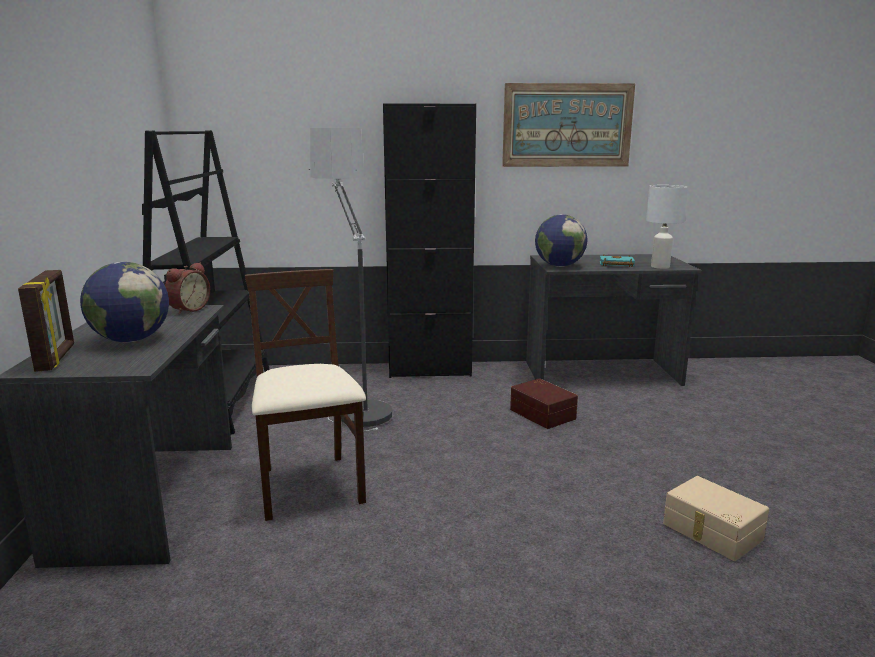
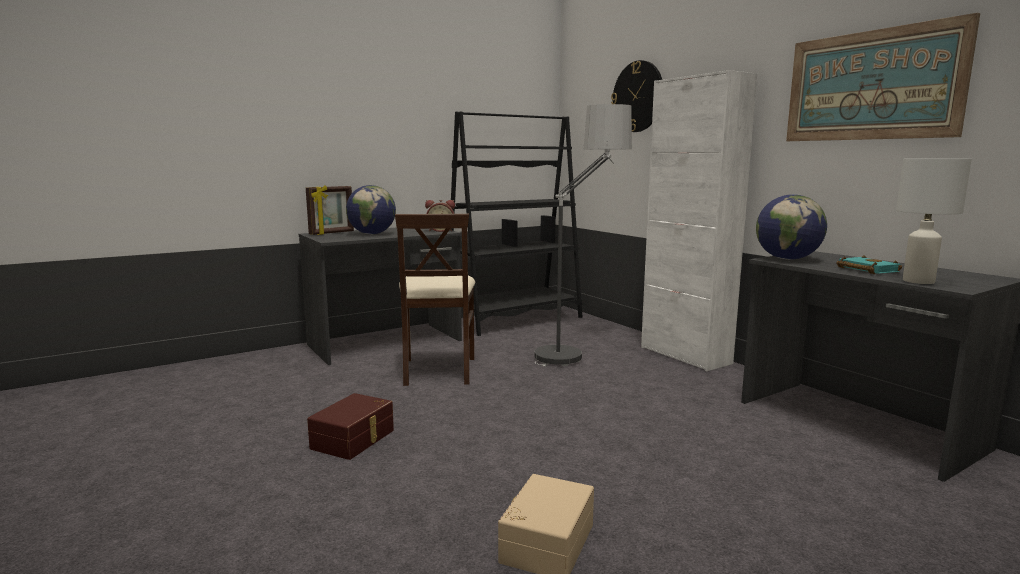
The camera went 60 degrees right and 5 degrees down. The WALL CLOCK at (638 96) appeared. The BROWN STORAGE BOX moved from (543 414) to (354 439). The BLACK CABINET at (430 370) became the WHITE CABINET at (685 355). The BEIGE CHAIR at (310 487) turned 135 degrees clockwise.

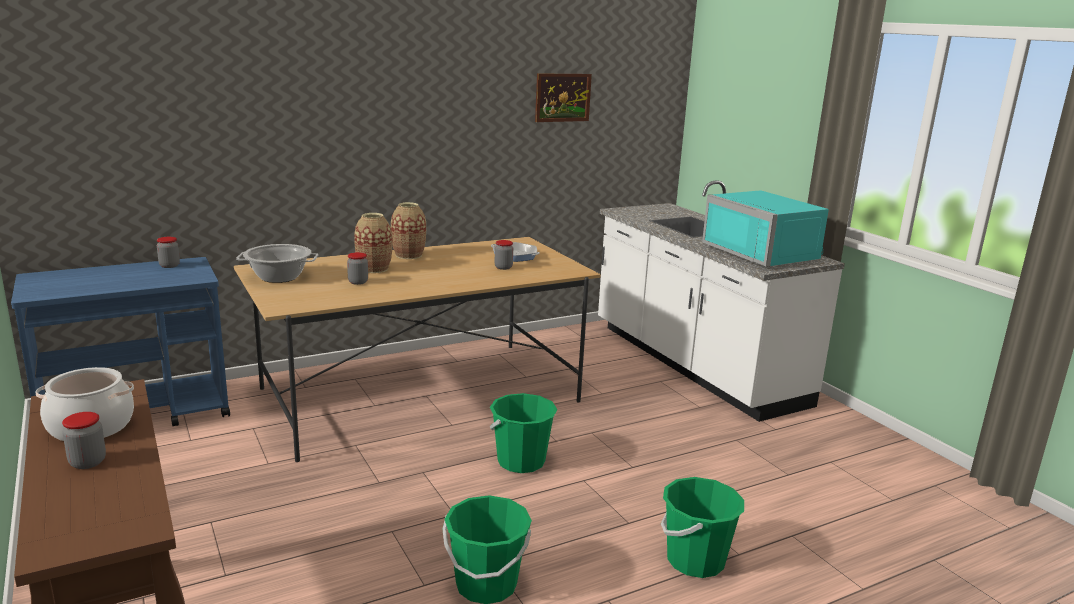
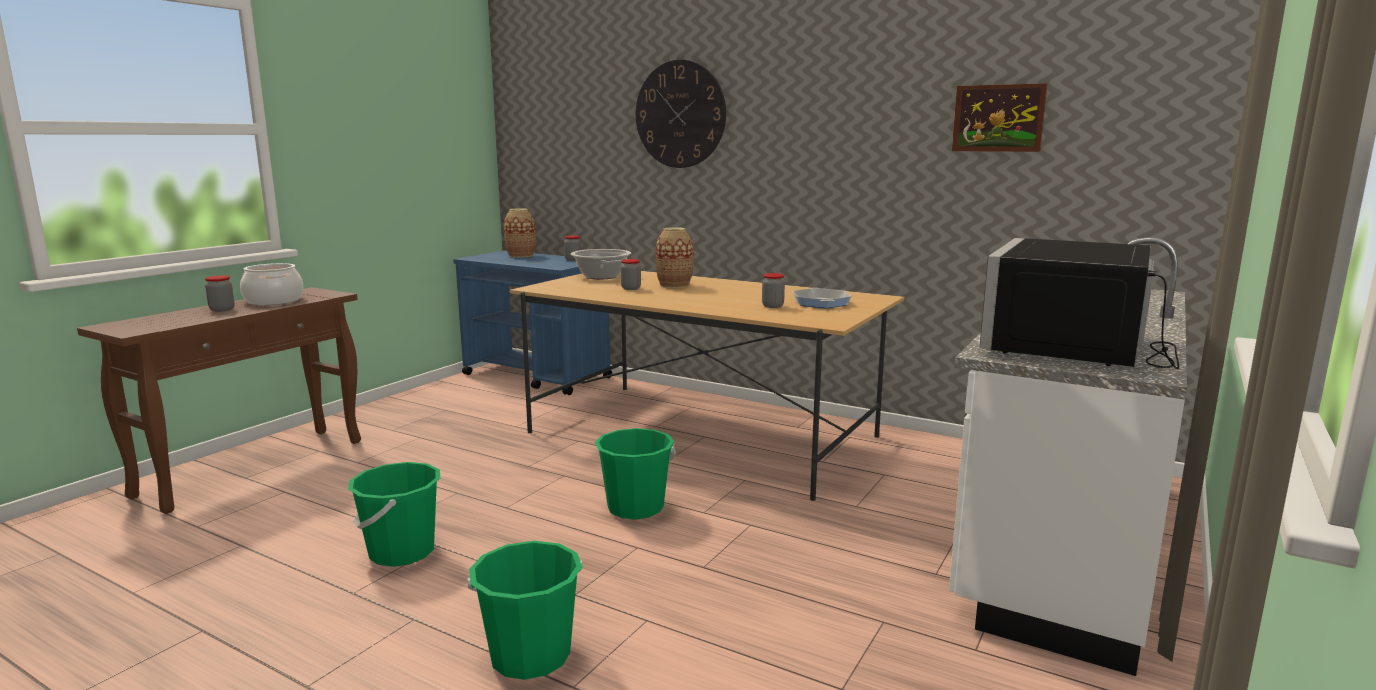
The camera went 60 degrees right and 5 degrees down. The WALL CLOCK at (680 114) appeared. The VASE moved from (408 255) to (520 255). The TURQUOISE MICROWAVE at (766 253) became the BLACK MICROWAVE at (1078 347).

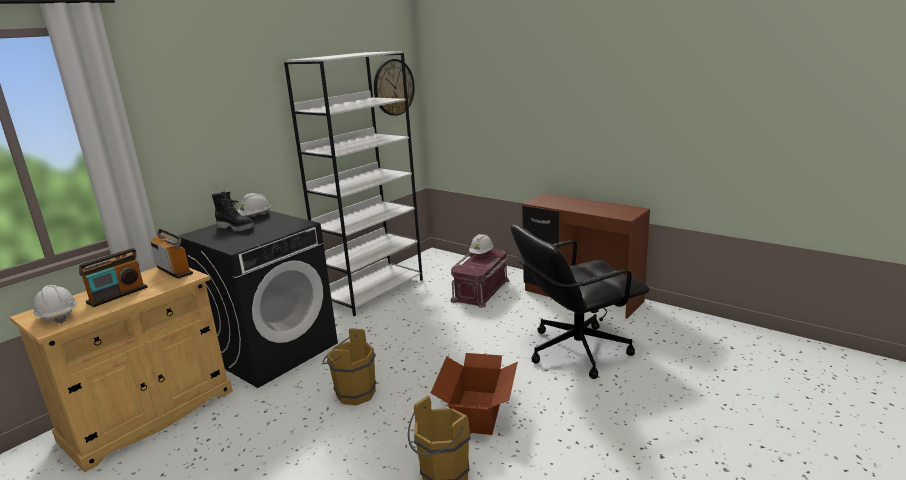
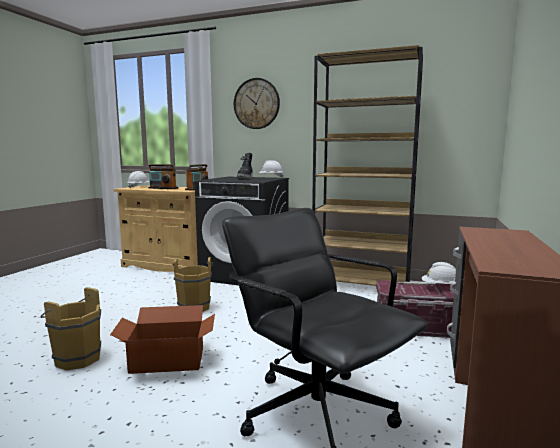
The camera went 70 degrees right and 10 degrees down. The WALL CLOCK moved from (393 87) to (256 103). The WHITE BOOKCASE at (373 291) became the BROWN BOOKCASE at (361 283).

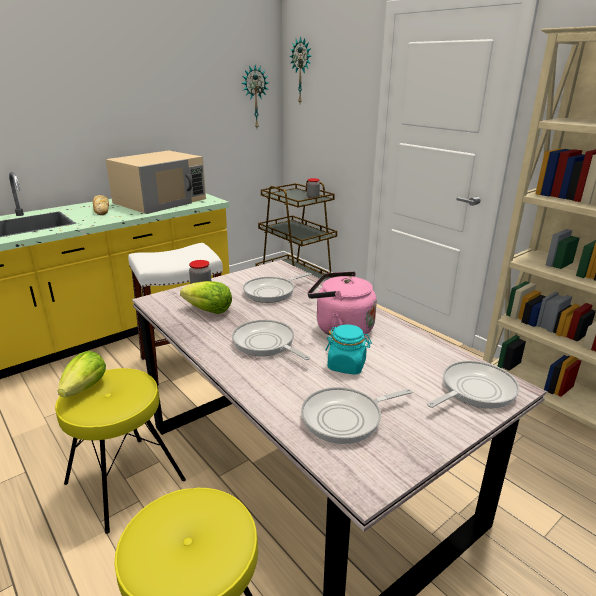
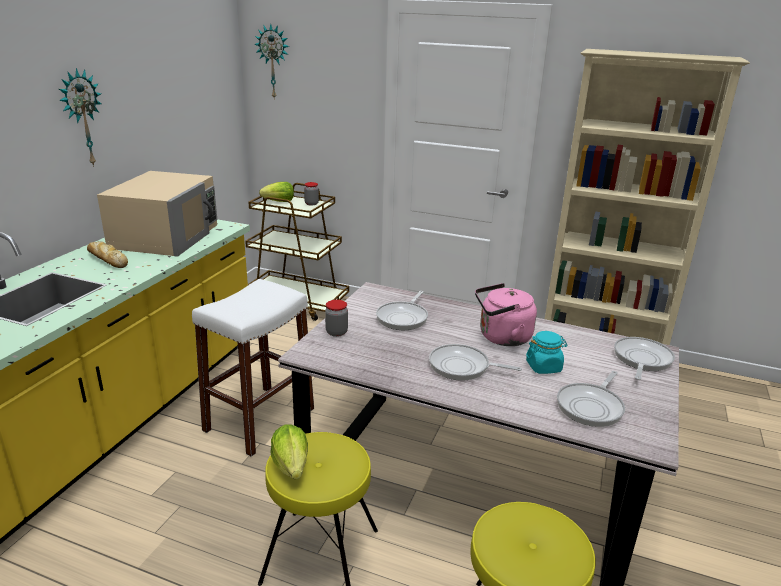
The camera went 30 degrees left and 0 degrees up. The LETTUCE moved from (209 311) to (279 202). The WALL CLOCK moved from (254 97) to (81 118).

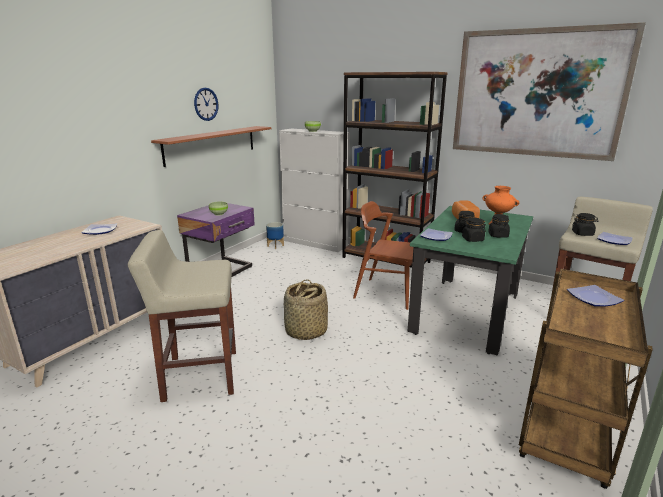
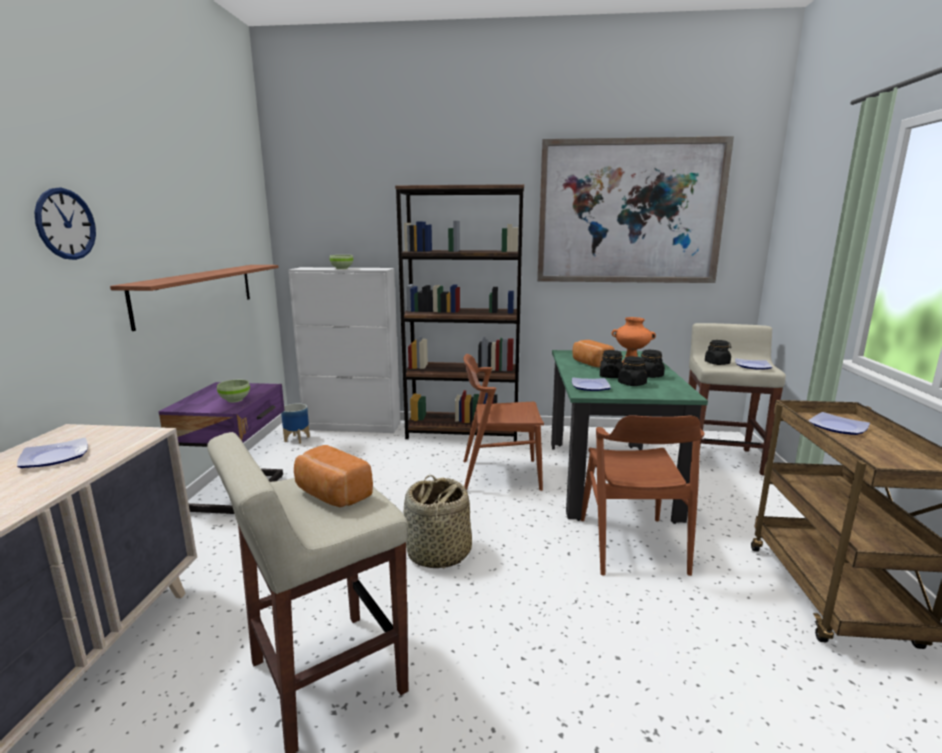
The camera went 25 degrees left and 5 degrees down. The BREAD at (331 495) appeared. The BROWN CHAIR at (631 545) appeared. The WALL CLOCK moved from (206 104) to (65 224).

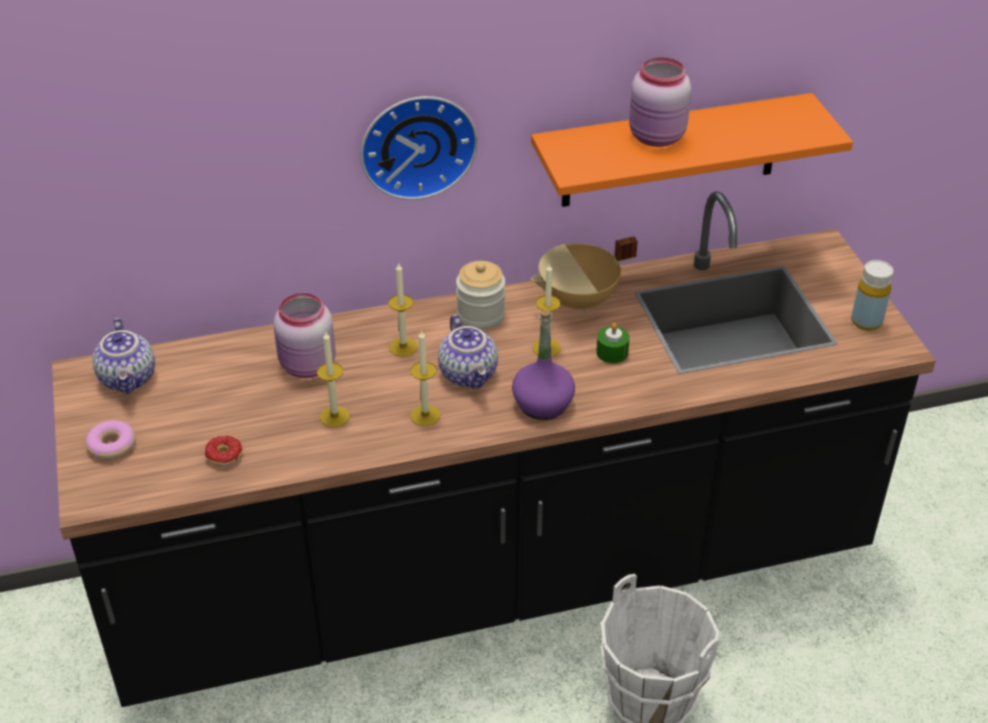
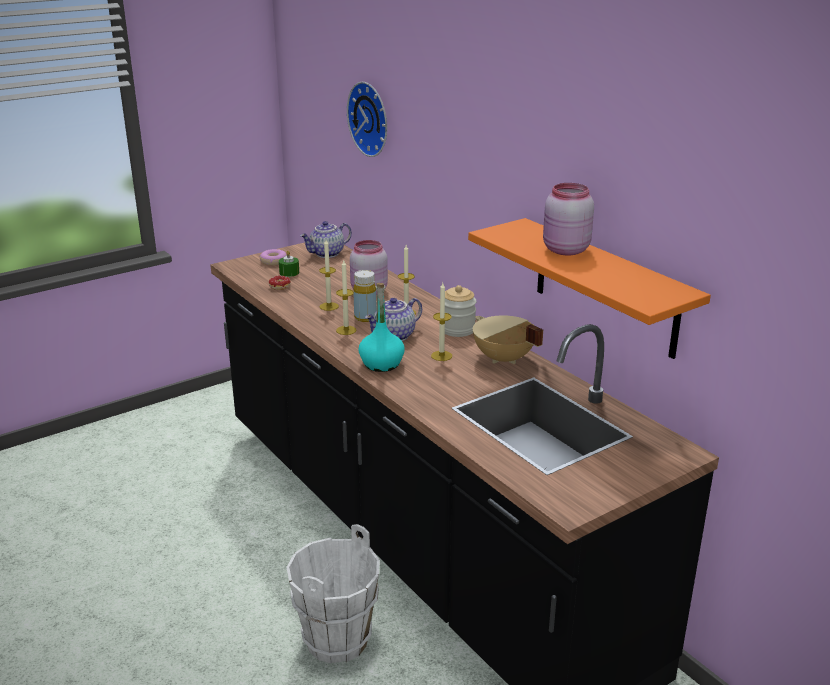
The camera went 70 degrees right and 15 degrees down. The WALL CLOCK moved from (417 143) to (372 118). The GREEN CANDLE moved from (612 352) to (289 272). The YELLOW BOTTLE moved from (866 321) to (365 317). The PURPLE BOTTLE at (542 404) became the TURQUOISE BOTTLE at (381 364).

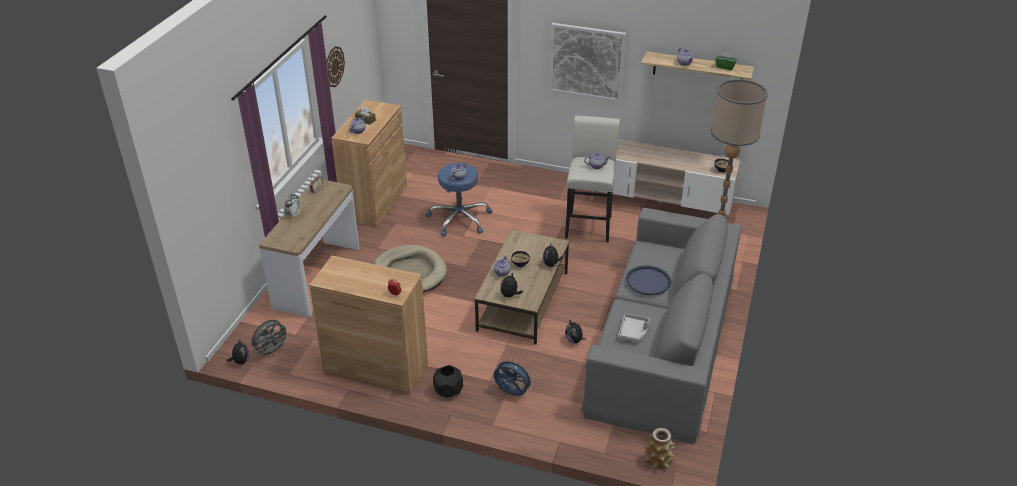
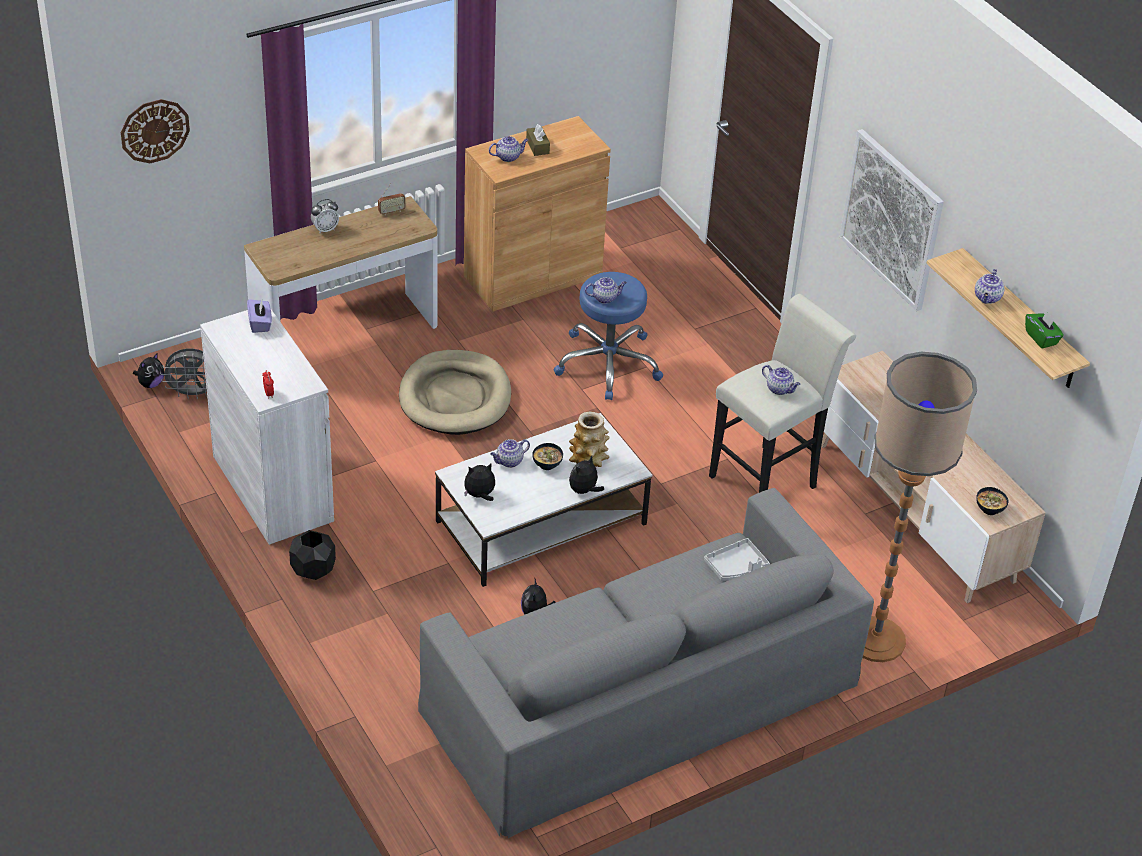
The camera went 40 degrees right and 5 degrees up. The BLUE FAN at (511 393) disappeared. The BLUE TRAY at (648 281) disappeared. The PURPLE TISSUE BOX at (260 323) appeared. The WALL CLOCK moved from (334 66) to (154 130). The GREY TRAY moved from (633 332) to (736 567). The VASE moved from (658 460) to (588 459). The BROWN CABINET at (376 368) became the WHITE CABINET at (272 488). The BROWN COFFEE TABLE at (523 301) became the WHITE COFFEE TABLE at (540 523).

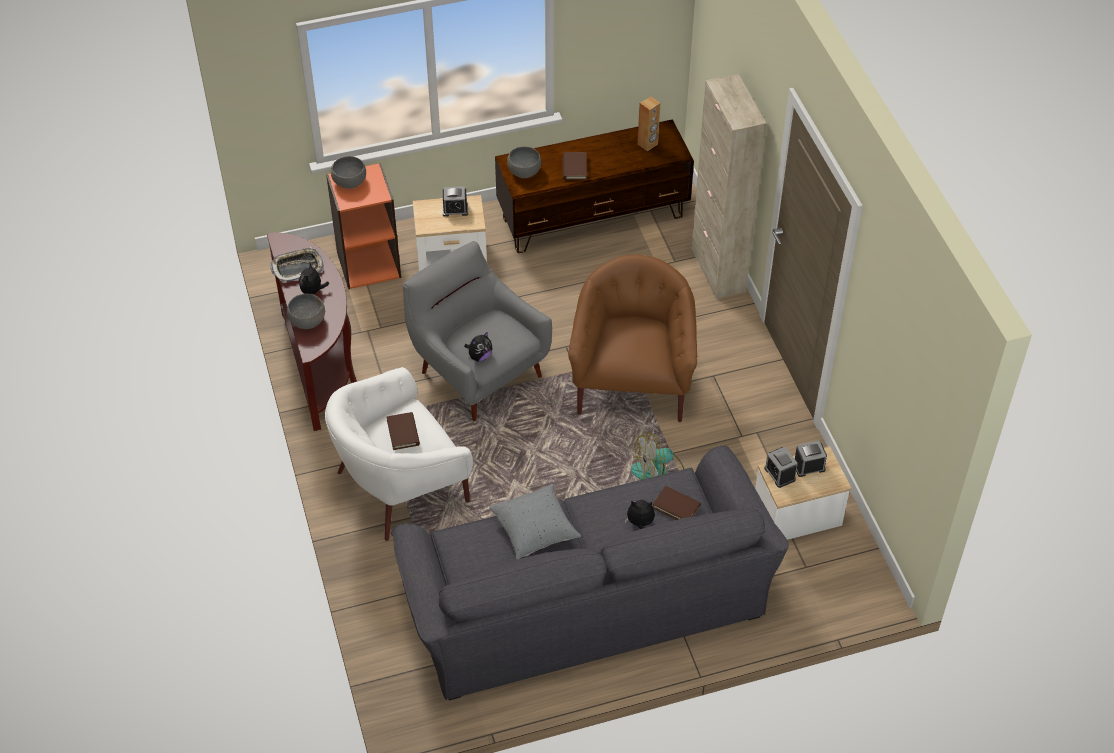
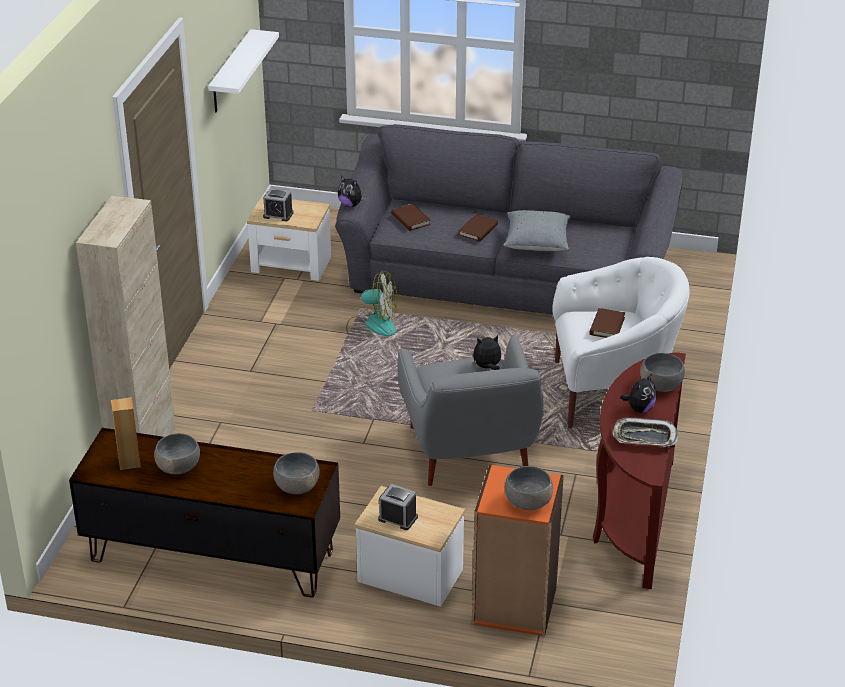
The camera went 150 degrees left and 15 degrees down. The BROWN ARMCHAIR at (632 382) disappeared. The ALARM CLOCK at (779 474) disappeared. The GREY BOWL at (178 467) appeared. The WHITE SHELF at (231 72) appeared. The BROWN BOOK moved from (574 168) to (478 230). The PLUSH TOY moved from (640 523) to (351 205).

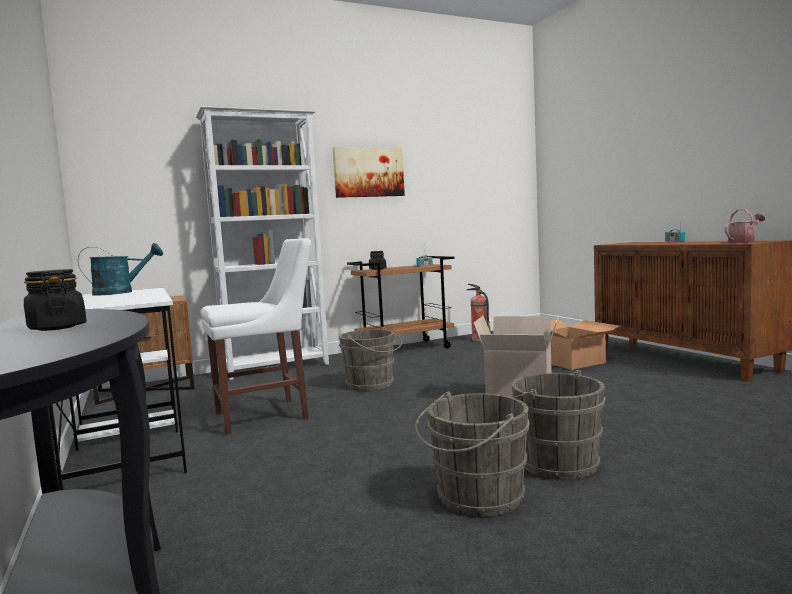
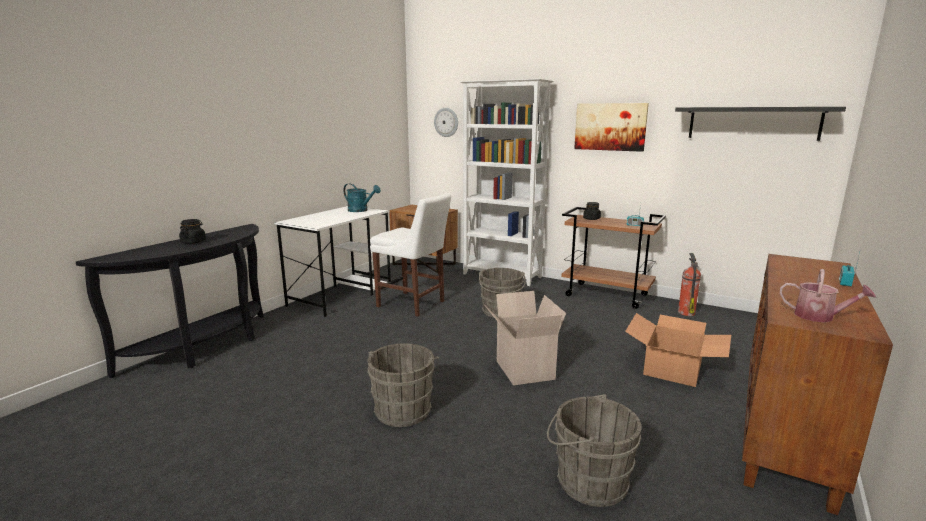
The camera went 55 degrees right and 10 degrees up. The WALL CLOCK at (446 122) appeared. The BLACK SHELF at (753 123) appeared. The GREY BUCKET moved from (476 497) to (587 481).

